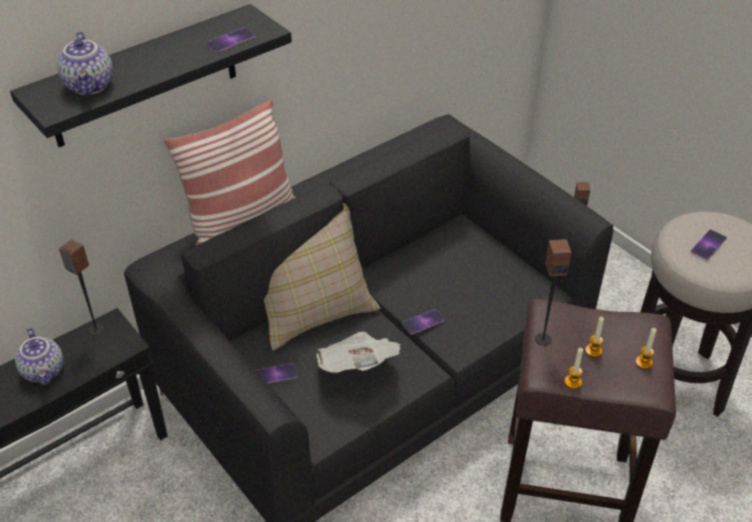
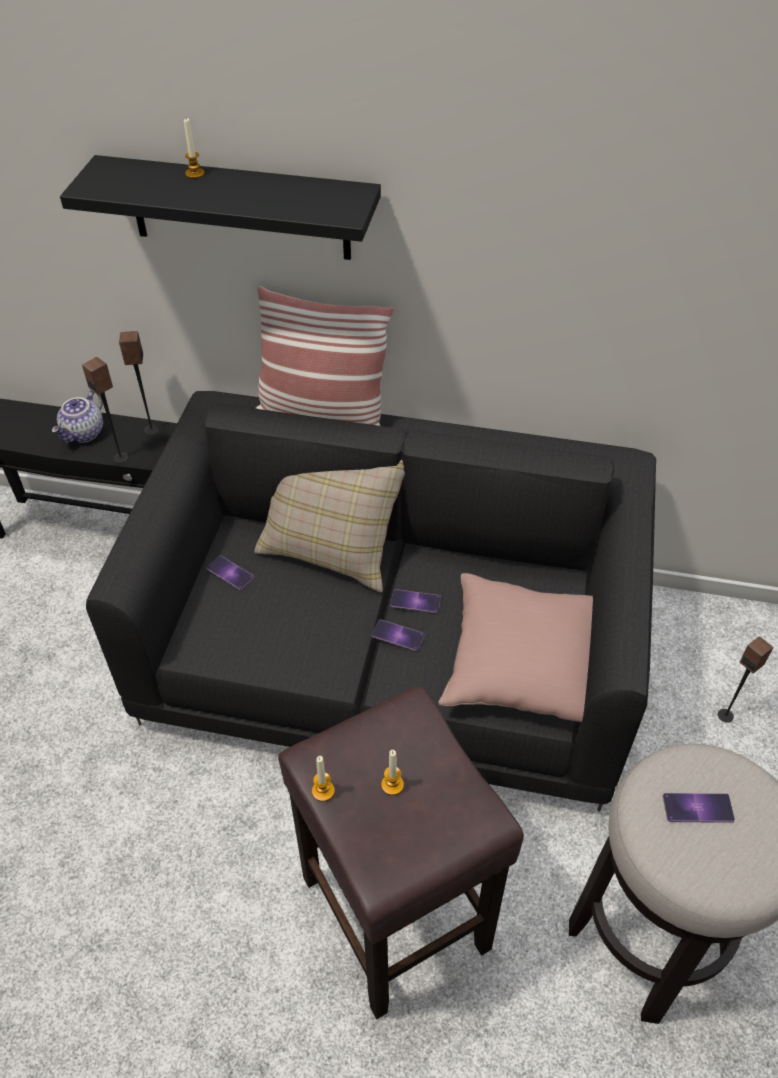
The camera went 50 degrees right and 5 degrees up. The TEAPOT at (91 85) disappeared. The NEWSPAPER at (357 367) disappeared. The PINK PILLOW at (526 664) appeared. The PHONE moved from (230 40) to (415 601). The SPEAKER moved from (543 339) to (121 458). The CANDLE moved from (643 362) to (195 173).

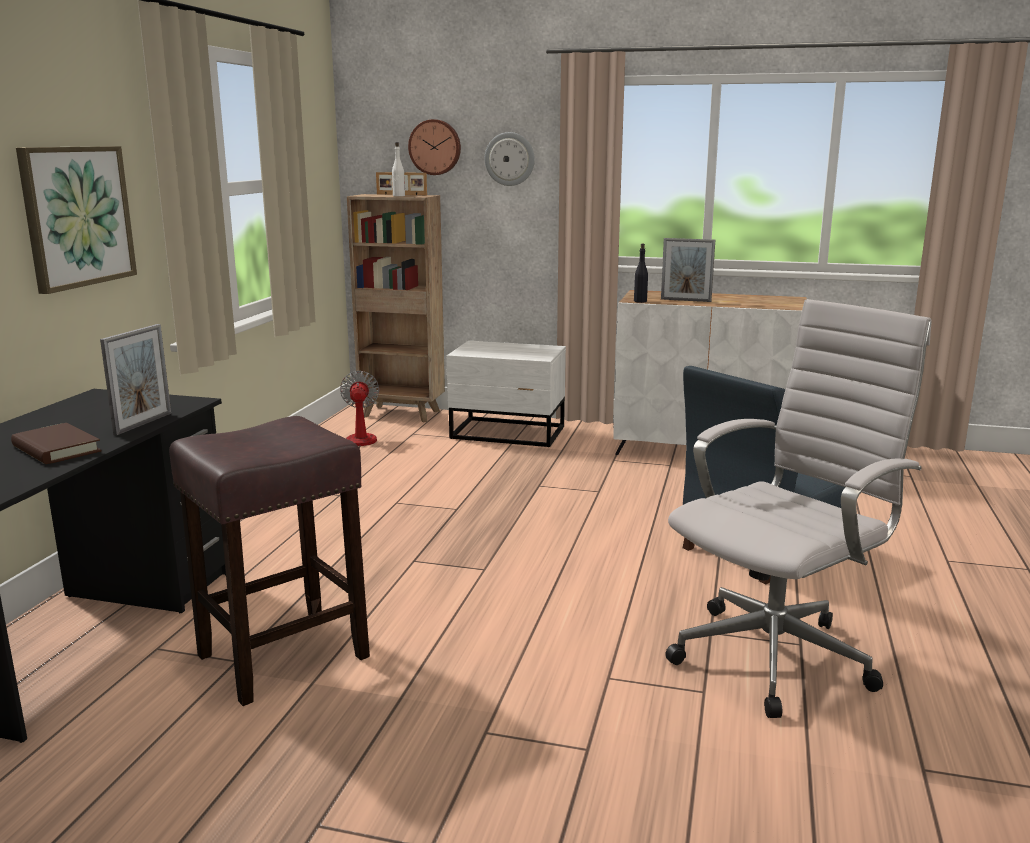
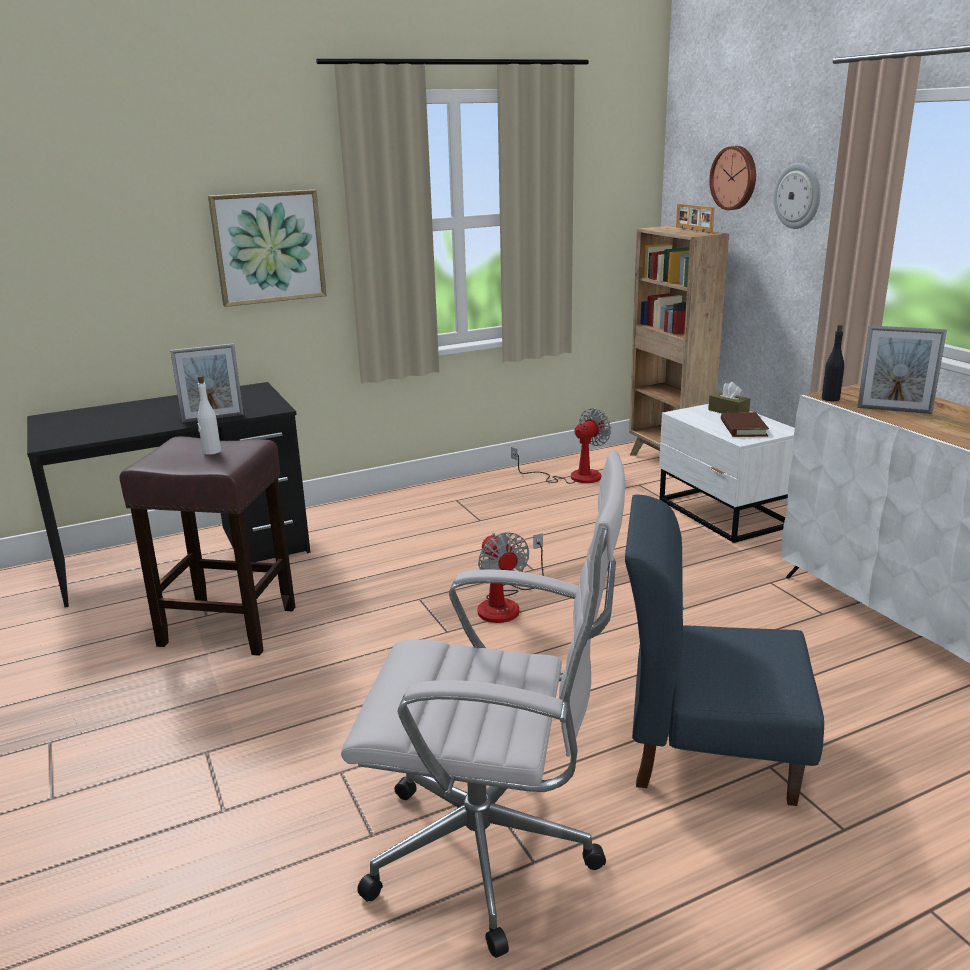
The camera went 50 degrees right and 5 degrees up. The FAN at (506 604) appeared. The BROWN TISSUE BOX at (728 411) appeared. The BROWN BOOK moved from (56 449) to (743 428). The WHITE BOTTLE moved from (398 196) to (211 451). The PICTURE FRAME at (685 300) turned 45 degrees counterclockwise.

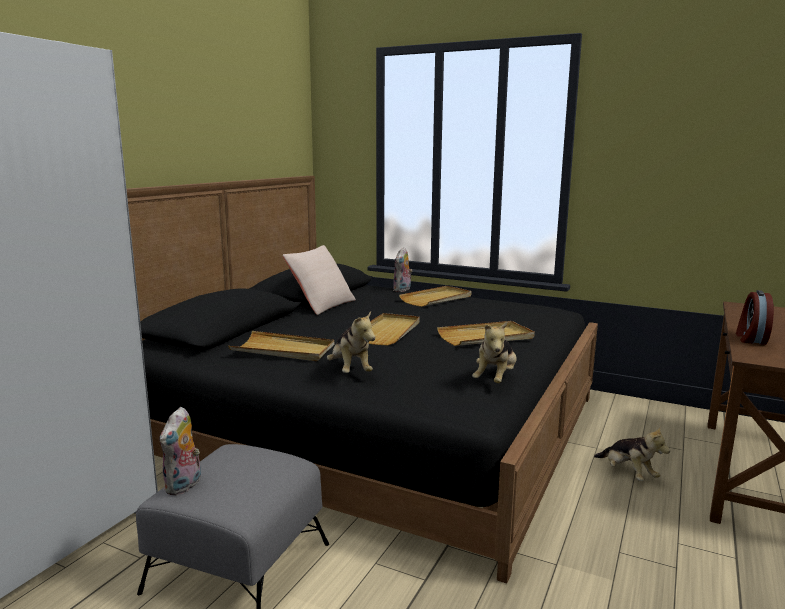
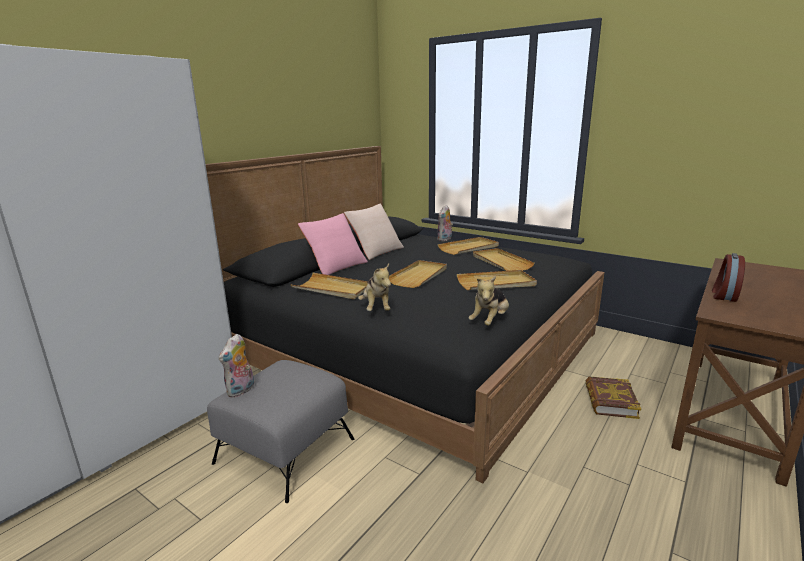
The camera went 10 degrees right and 5 degrees up. The PINK PILLOW at (335 266) appeared. The BEIGE TRAY at (501 262) appeared. The PLUSH TOY at (628 474) was replaced by the BOOK at (610 401).

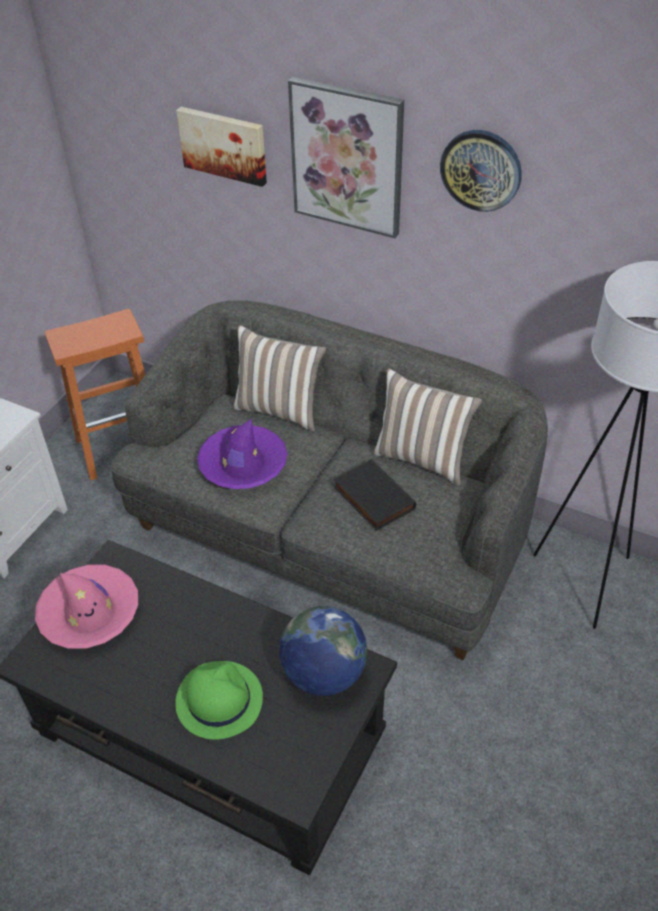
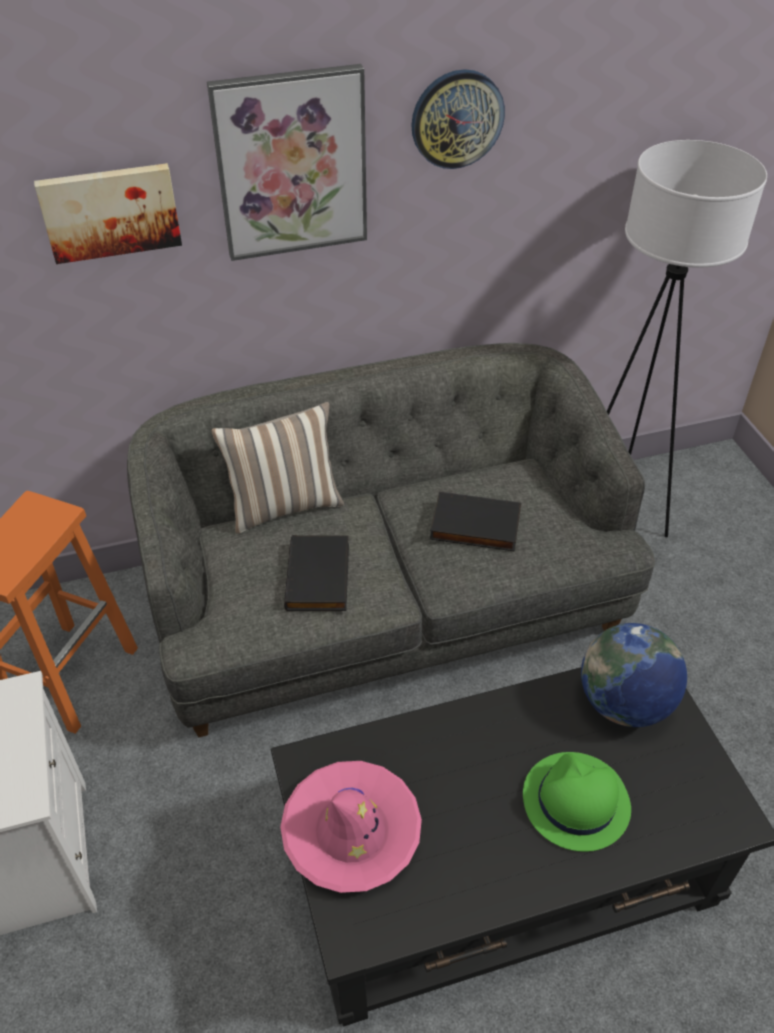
The camera went 45 degrees left and 0 degrees up. The PILLOW at (422 458) disappeared. The PURPLE HAT at (243 465) was replaced by the BLACK BOOK at (320 577).

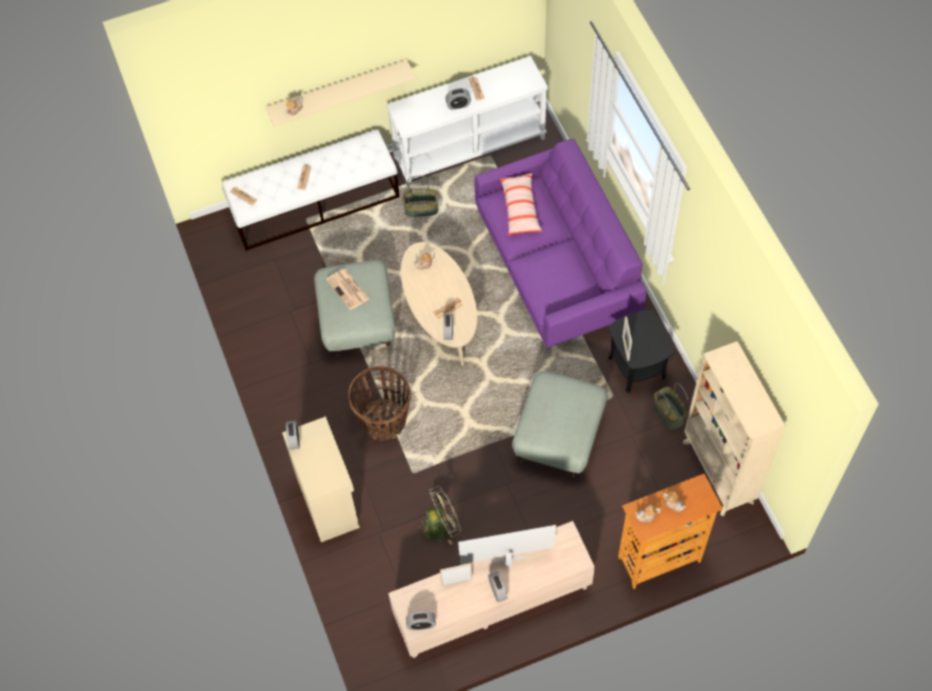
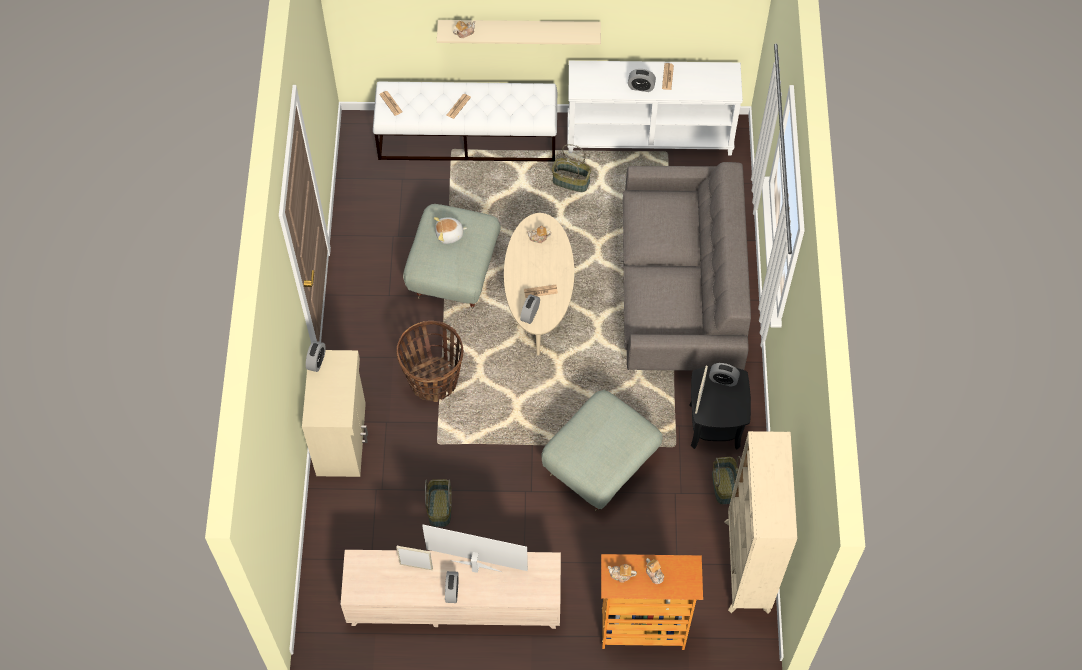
The camera went 20 degrees right and 0 degrees up. The PILLOW at (520 208) disappeared. The ALARM CLOCK moved from (421 624) to (723 380). The NEWSPAPER at (348 290) was replaced by the PLUSH TOY at (449 235). The GREEN FAN at (440 526) was replaced by the BASKET at (439 507). The PURPLE SOFA at (556 268) became the GREY SOFA at (680 292).

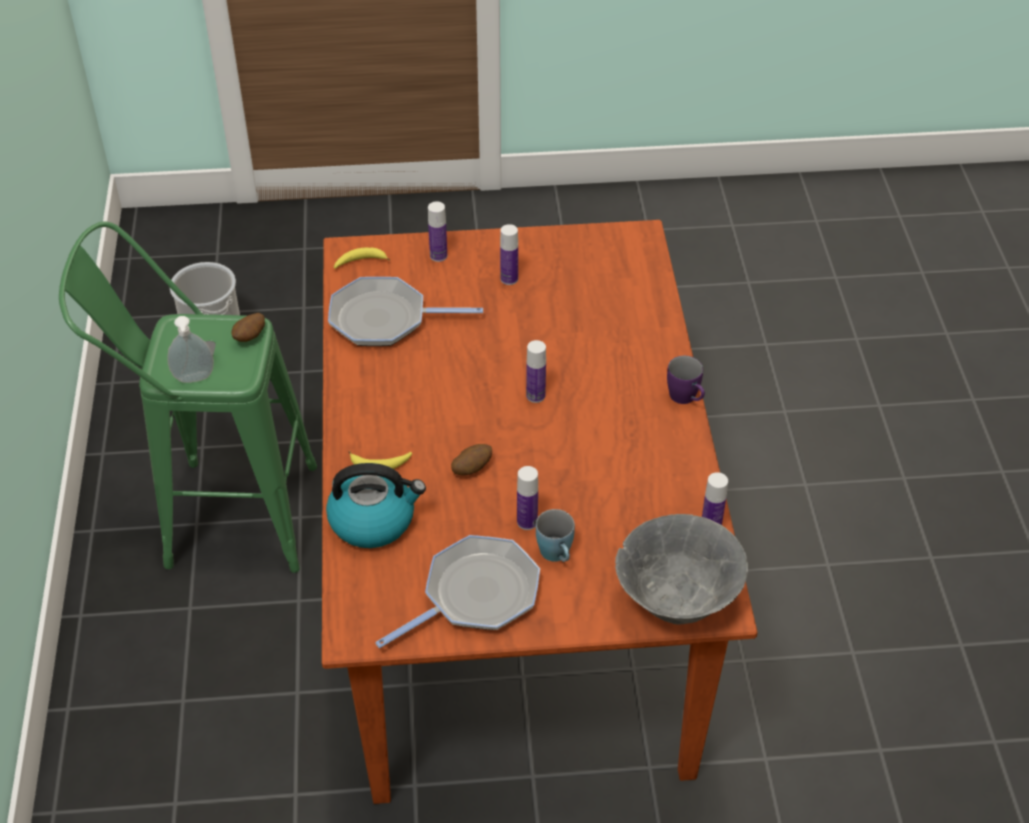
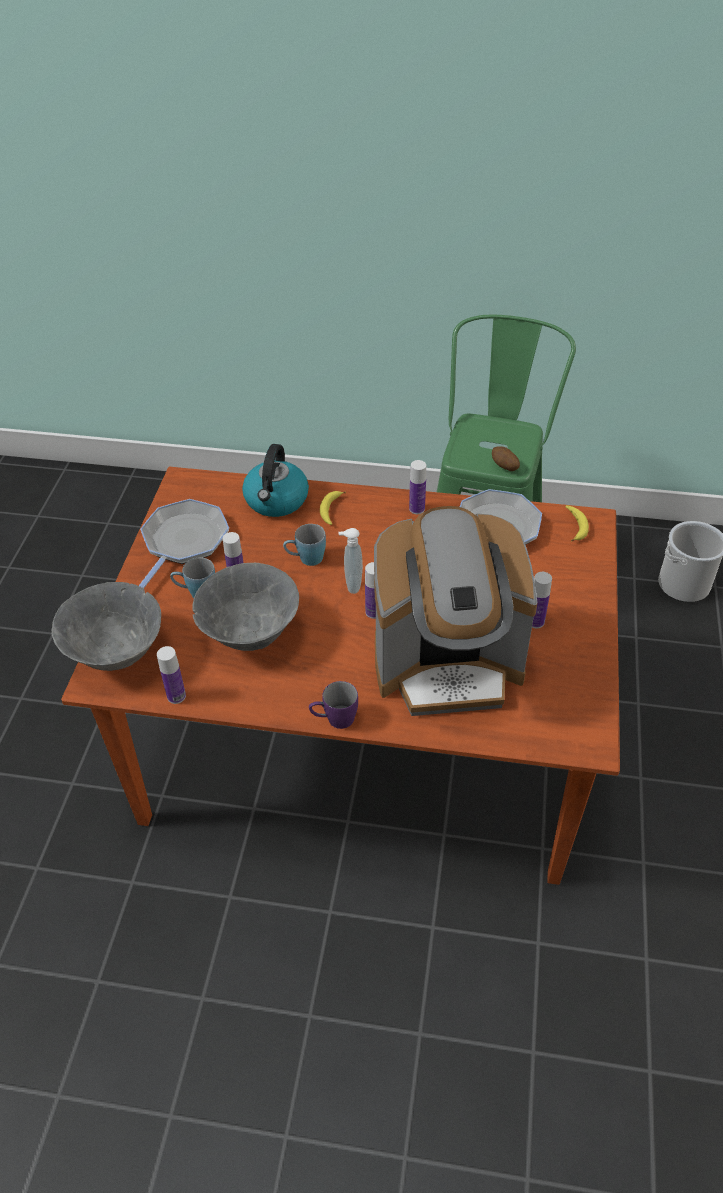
The camera went 105 degrees right and 0 degrees up. The GREY BOWL at (250 635) appeared. The COFFEE MACHINE at (448 665) appeared. The SOAP DISPENSER moved from (194 379) to (351 584). The BOTTLE moved from (438 256) to (417 509). The POTATO at (471 468) was replaced by the BLUE MUG at (305 559). The FRYING PAN at (476 595) turned 135 degrees counterclockwise.

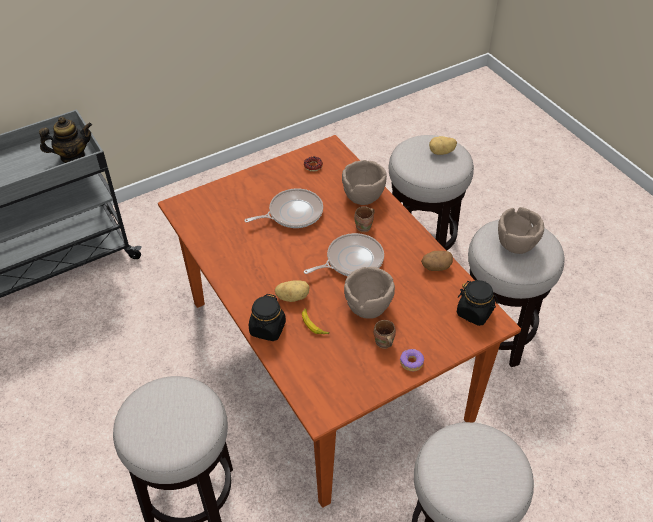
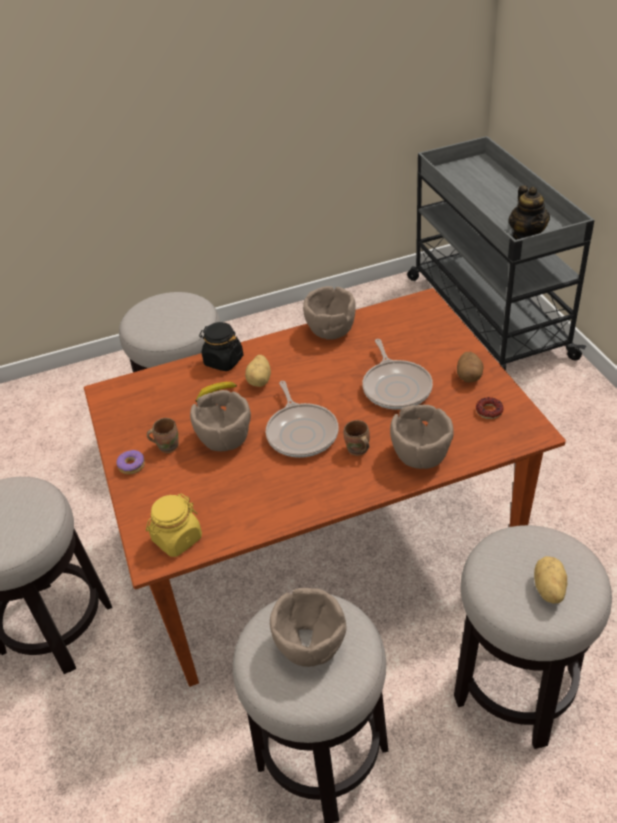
The camera went 105 degrees right and 5 degrees down. The BROWN BOWL at (330 329) appeared. The POTATO moved from (435 267) to (469 376). The BLACK JAR at (475 312) became the YELLOW JAR at (177 539).

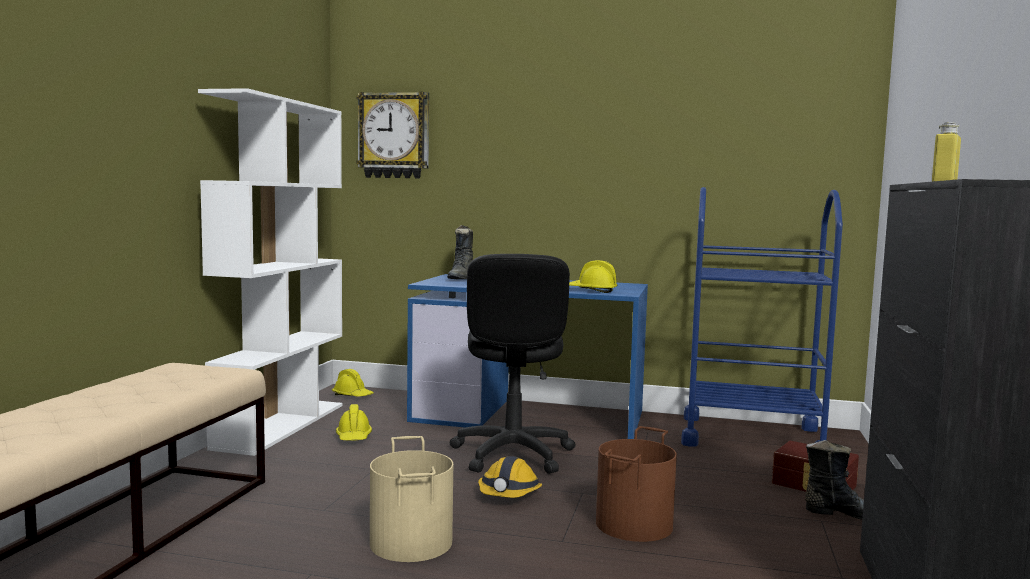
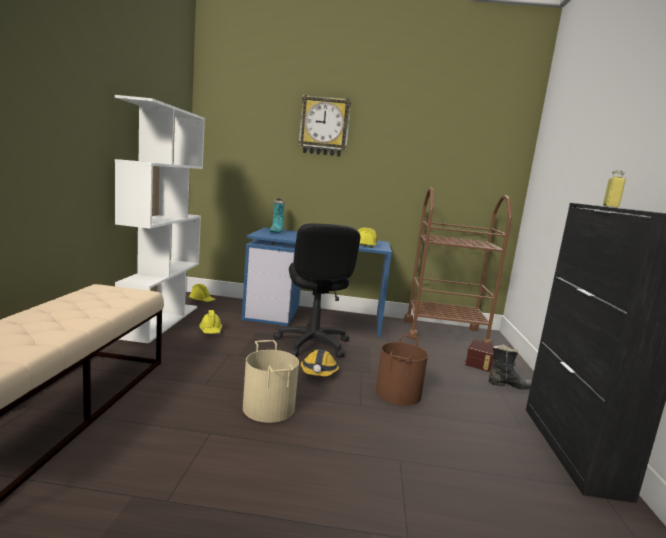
The camera went 10 degrees left and 5 degrees up. The WALL CLOCK moved from (394 136) to (324 126). The BLACK BOOT at (461 278) became the TURQUOISE BOOT at (277 232). The BLUE CART at (751 437) became the BROWN CART at (444 334).

